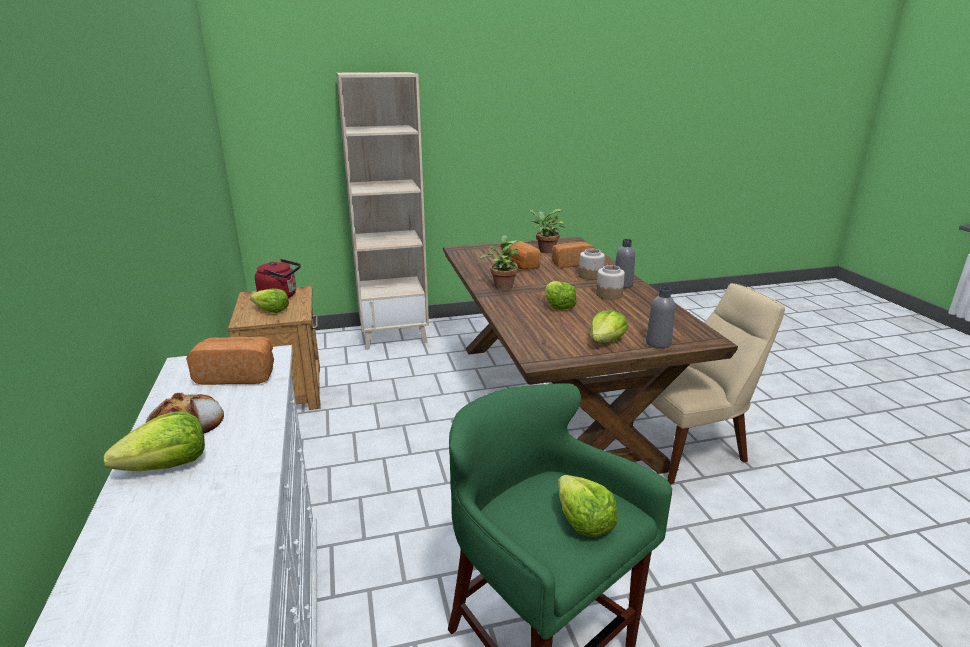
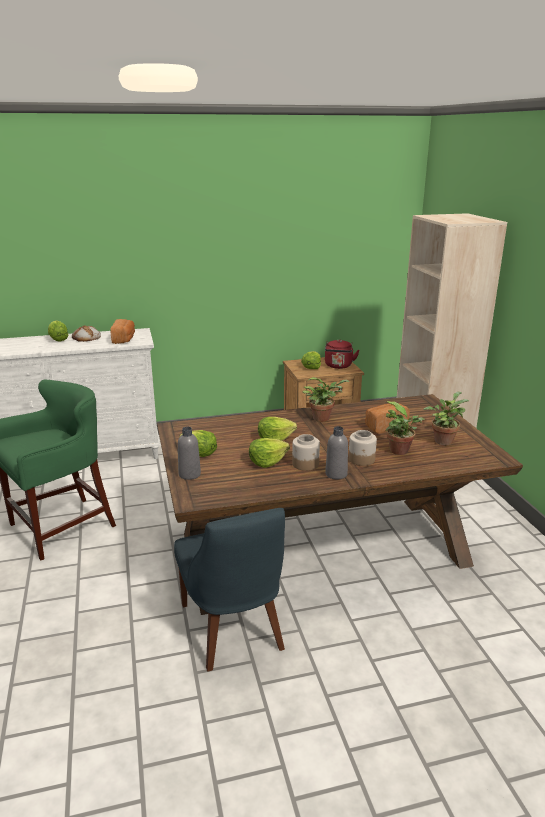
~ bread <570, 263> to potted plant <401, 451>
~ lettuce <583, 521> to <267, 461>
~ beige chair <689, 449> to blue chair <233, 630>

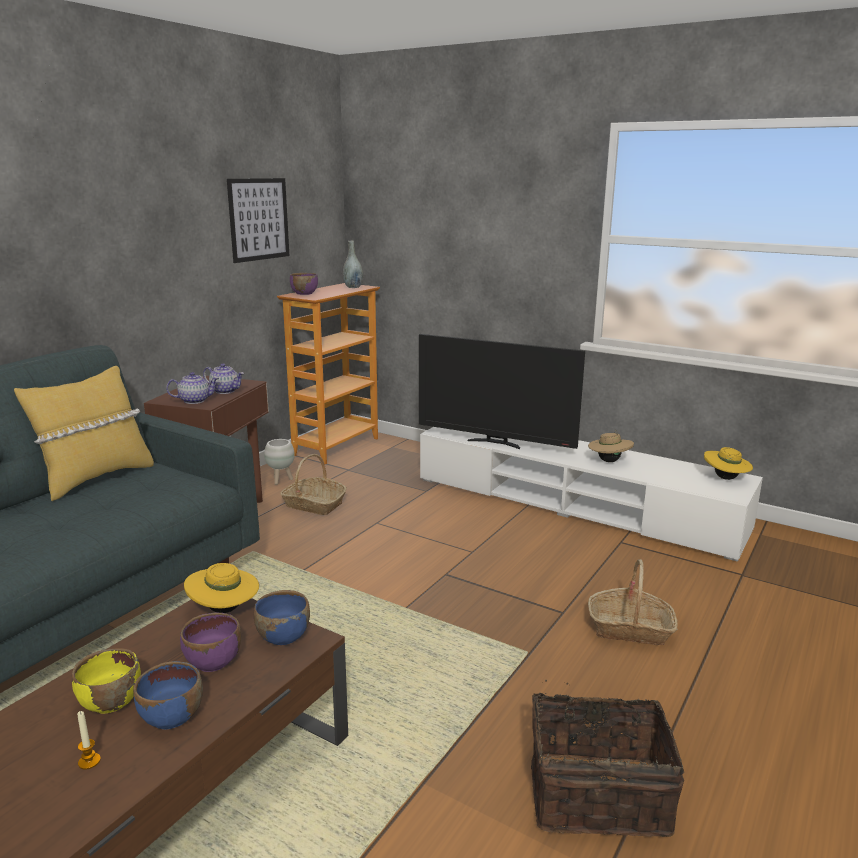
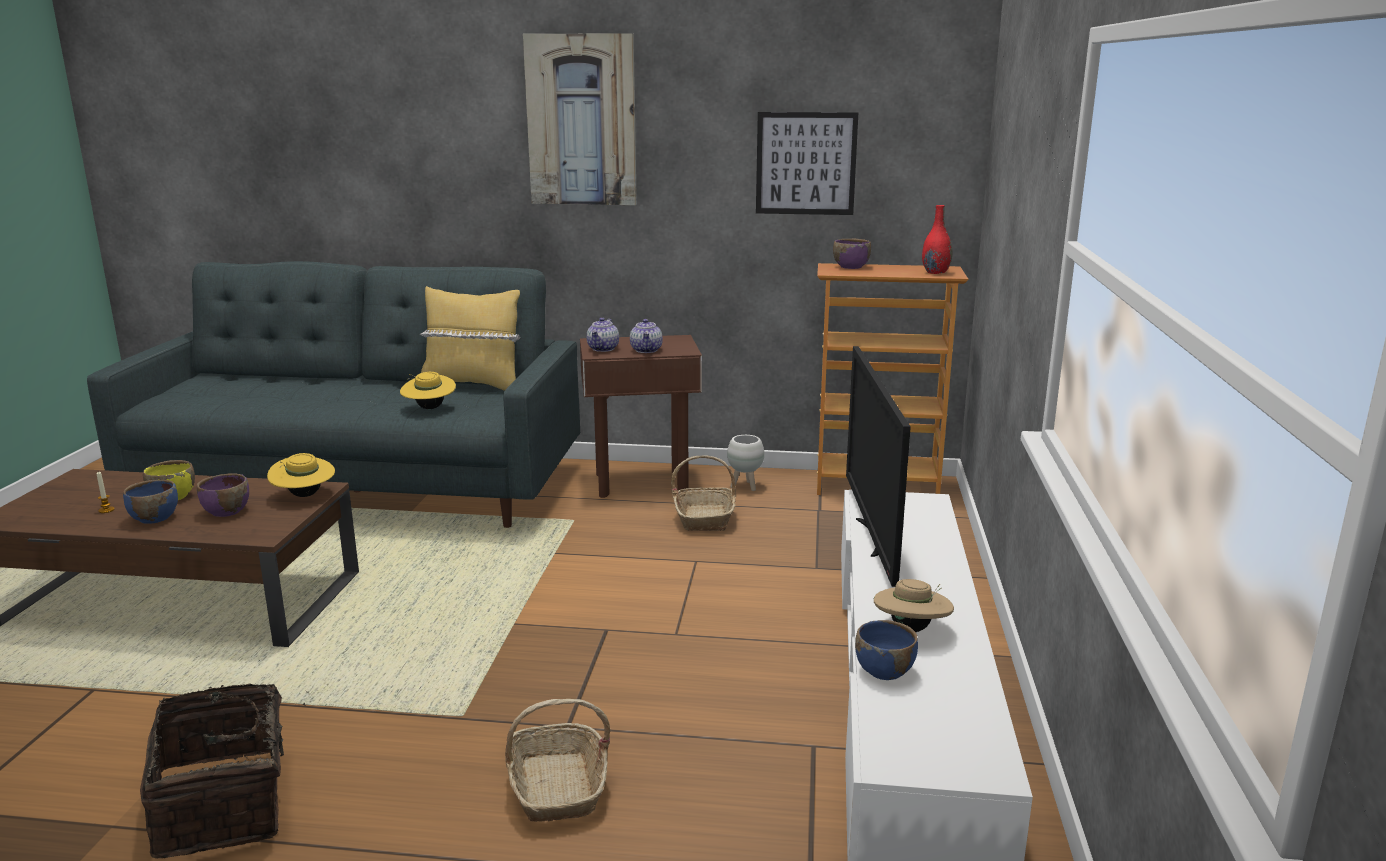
~ teapot <195, 400> = <603, 349> 60 degrees clockwise
~ blue bowl <283, 636> to <884, 670>
~ grey vase <353, 287> to red vase <935, 272>
~ yellow hat <725, 478> to <429, 408>
+ picture <581, 120>

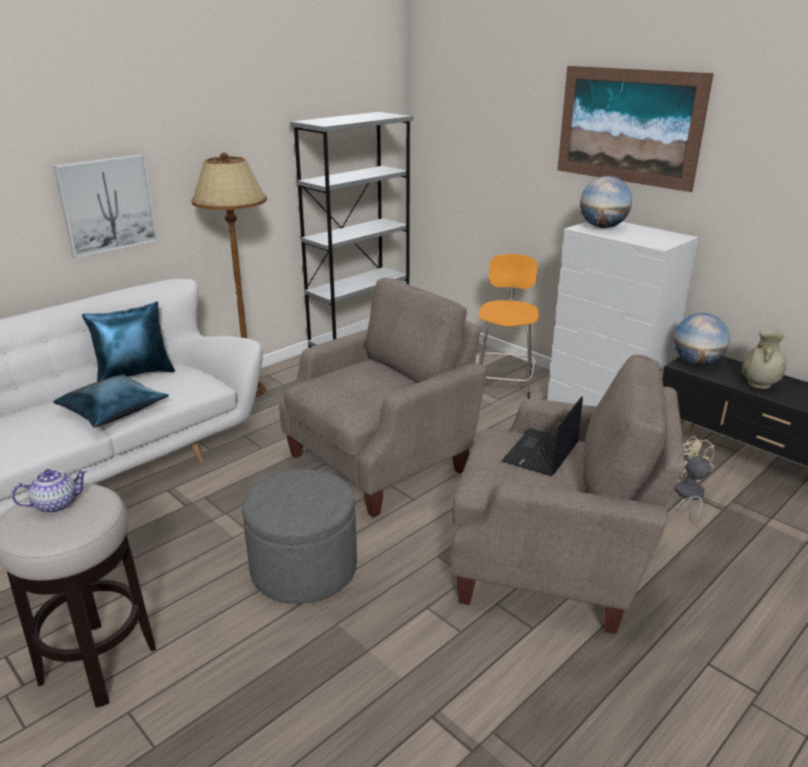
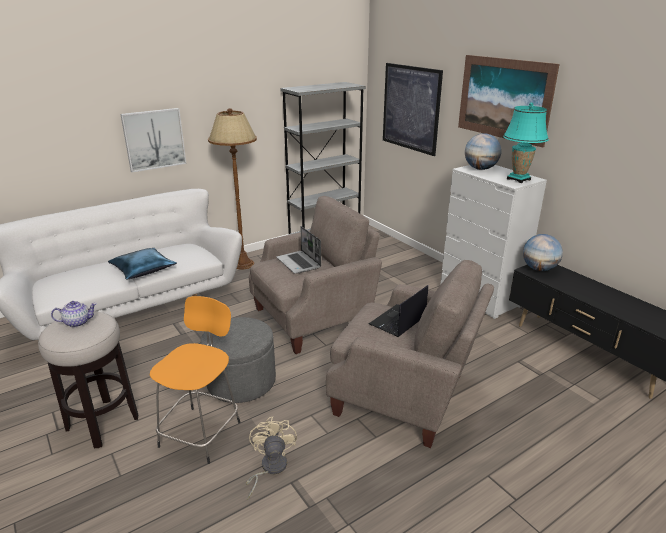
- blue pillow <135, 375>
~ orange stool <504, 383> to <202, 432>
~ beige fan <687, 495> to <269, 468>
- beige vase <759, 384>
+ laptop <299, 263>
+ picture <411, 108>
+ turquoise table lamp <518, 179>

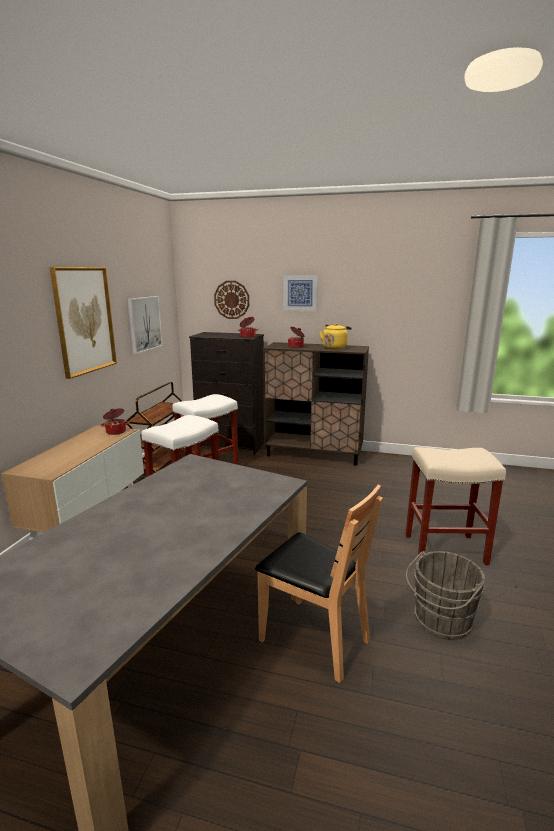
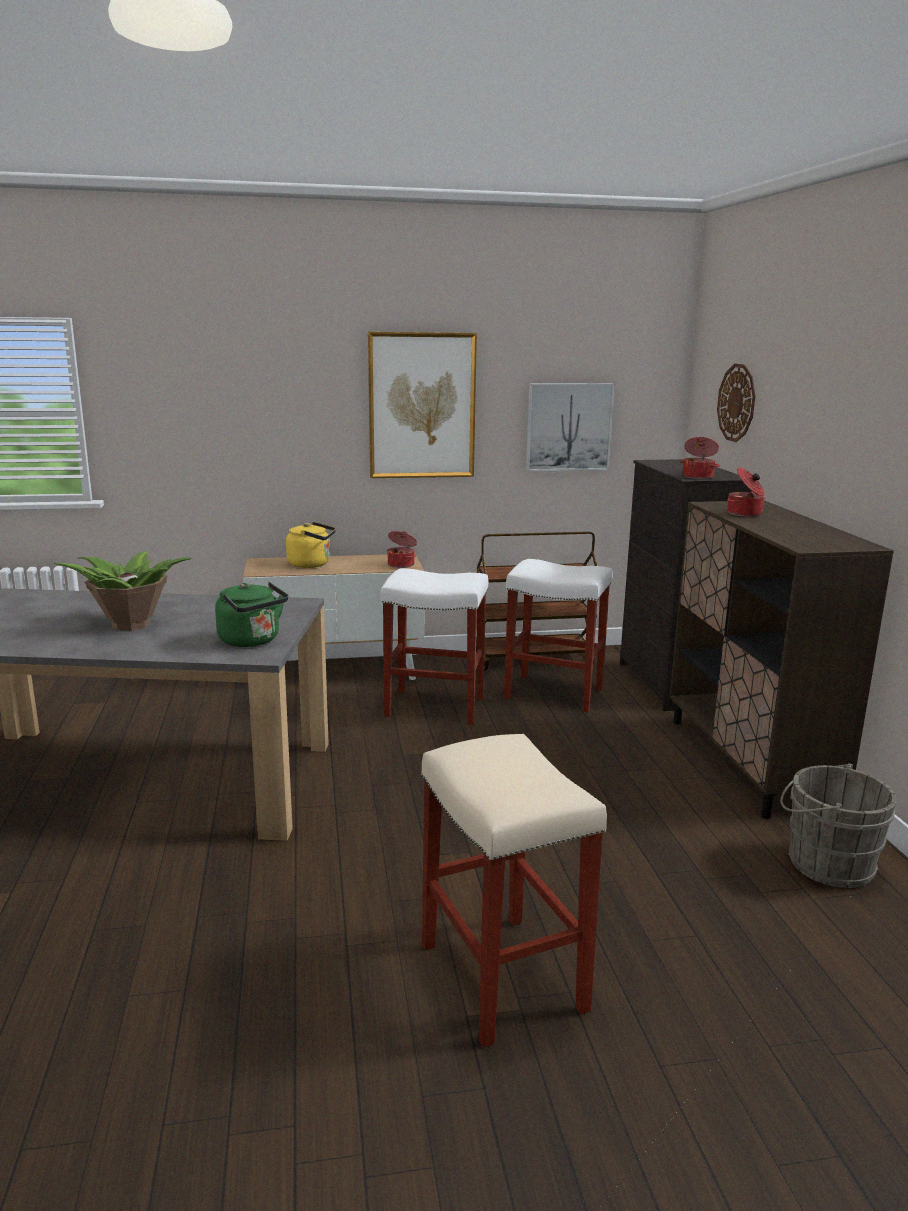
- brown chair <314, 638>
- picture <300, 292>
~ yellow kettle <335, 347> to <312, 564>
~ grey bucket <440, 621> to <825, 862>
+ potted plant <129, 624>
+ green kettle <252, 641>

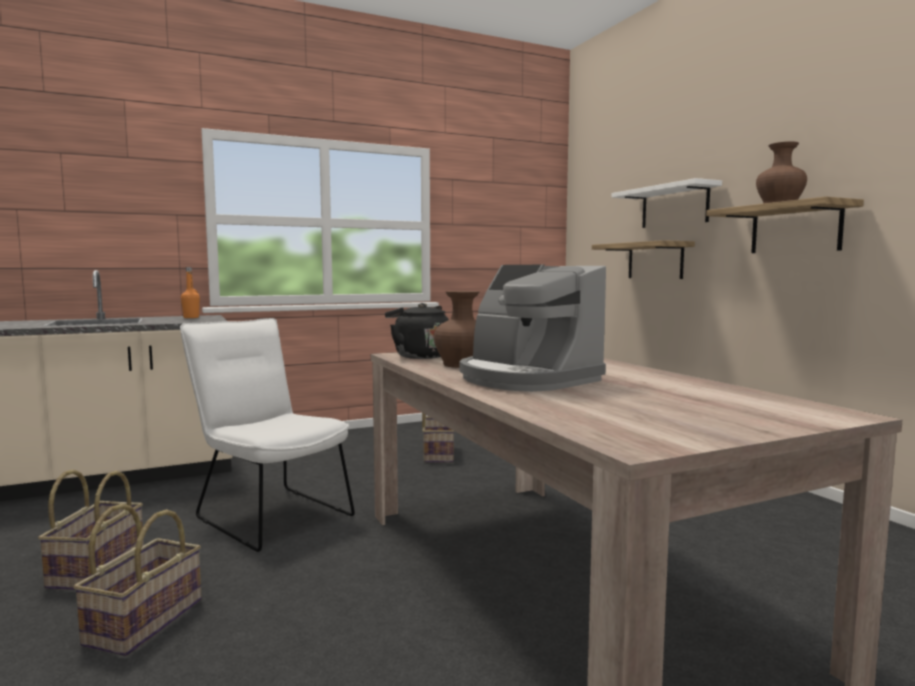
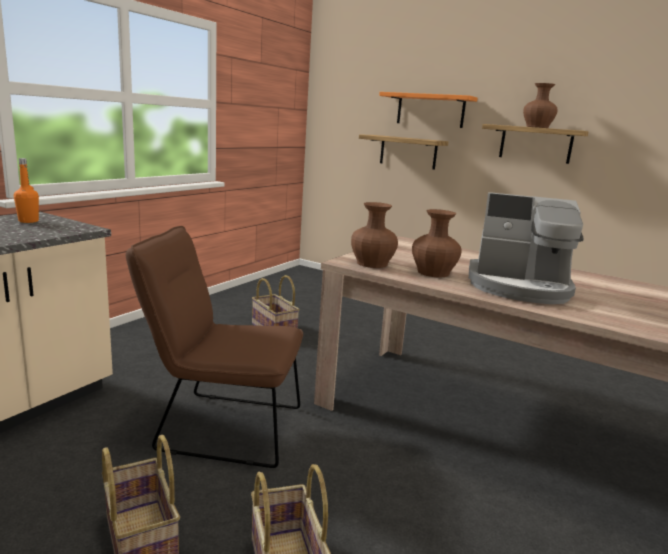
~ white chair <269, 514> to brown chair <221, 426>
~ black kettle <419, 356> to brown vase <371, 263>
~ white shelf <674, 206> to orange shelf <430, 110>

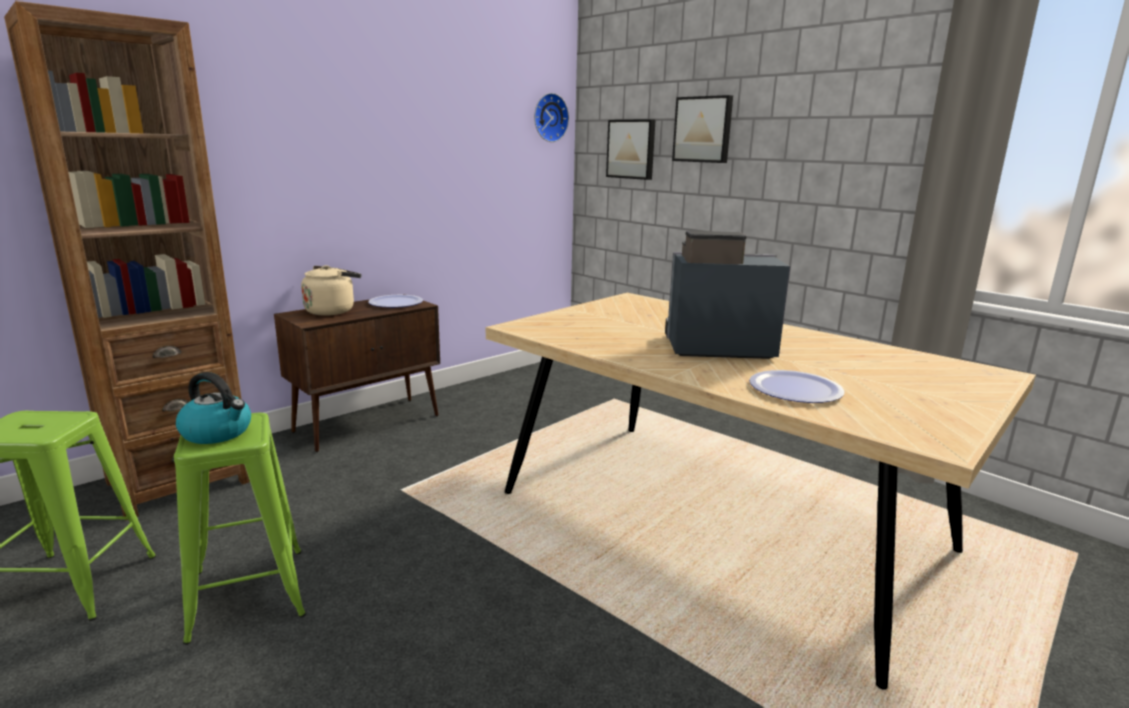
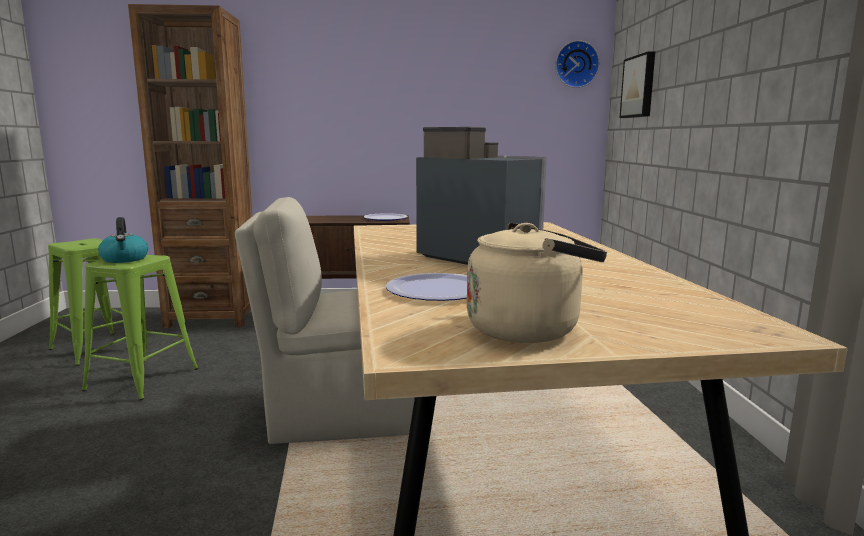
~ beige kettle <332, 311> to <529, 329>
- picture <703, 129>
+ beige chair <340, 413>

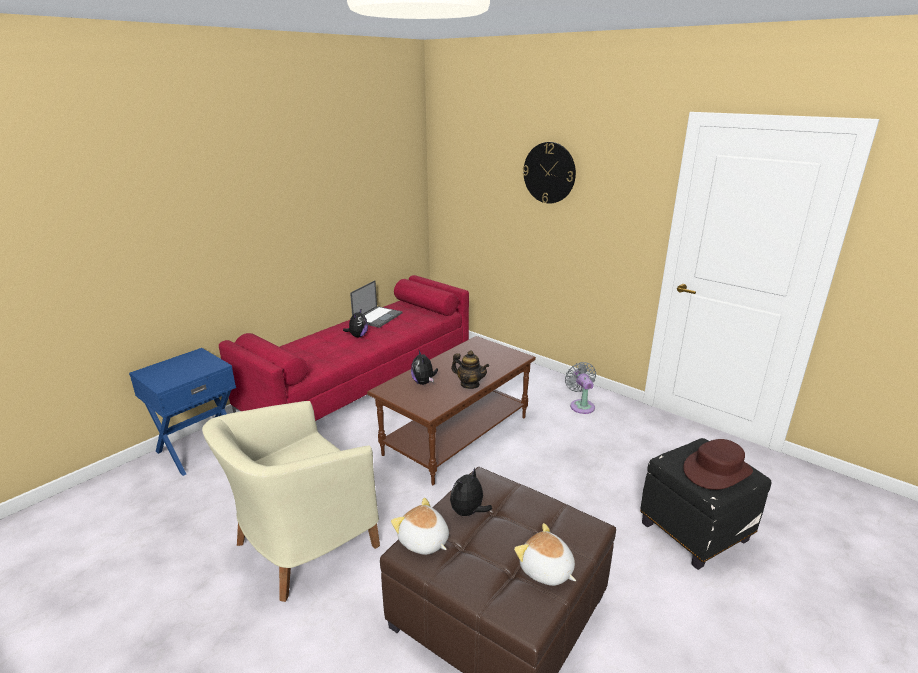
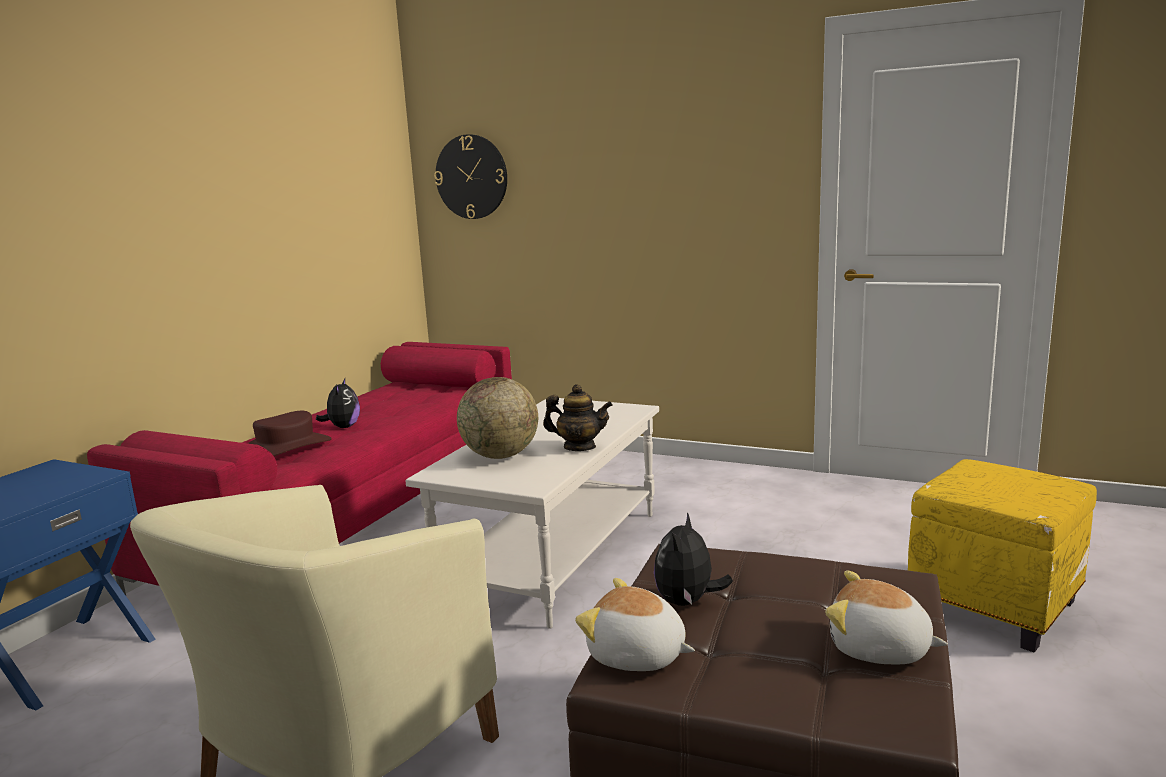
- laptop <378, 317>
~ brown coffee table <456, 434> to white coffee table <553, 554>
~ plush toy <424, 382> to globe <500, 456>
~ wall clock <549, 173> to <471, 177>
- grey fan <581, 405>
~ black ottoman <694, 530> to yellow ottoman <993, 604>
~ brown hat <716, 470> to <286, 448>

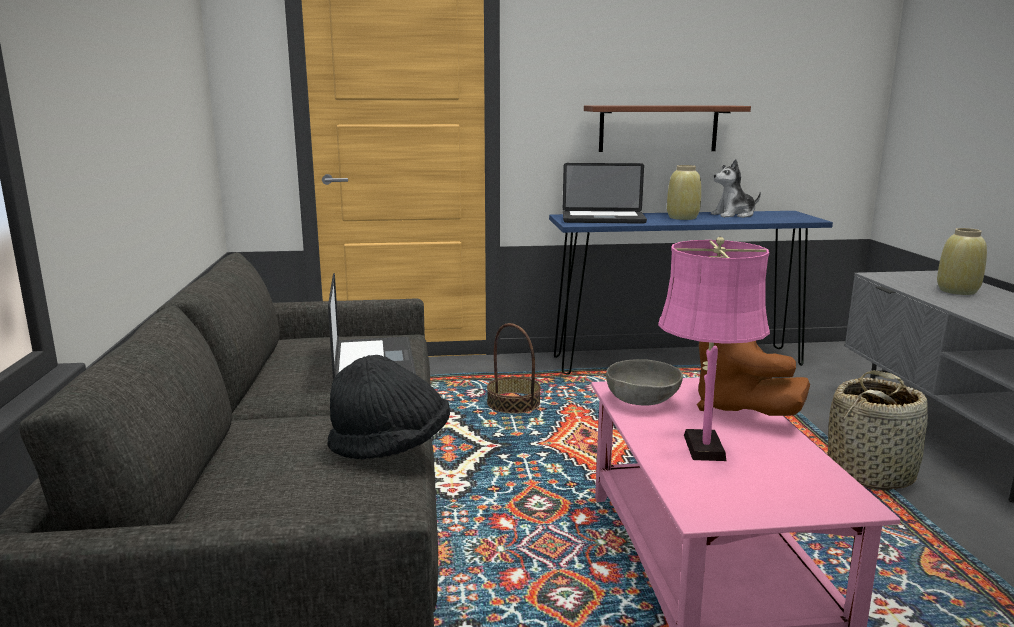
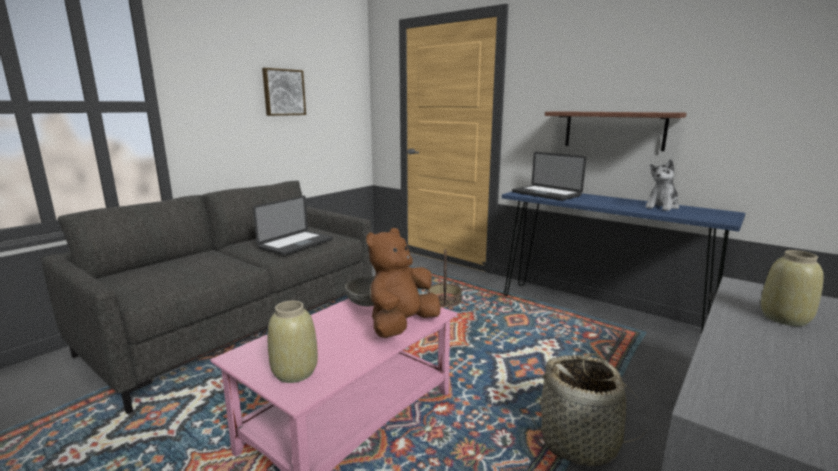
- black hat <391, 447>
- pink table lamp <703, 445>
~ beige vase <683, 218> to <295, 373>
~ plush toy <734, 215> = <662, 206> 75 degrees counterclockwise
+ picture <283, 92>

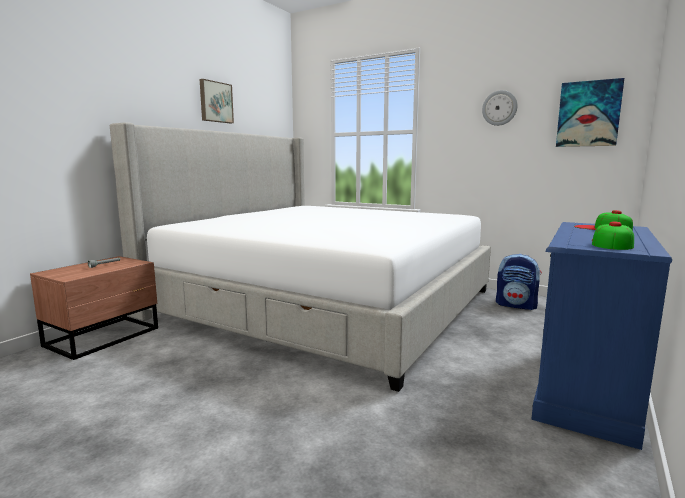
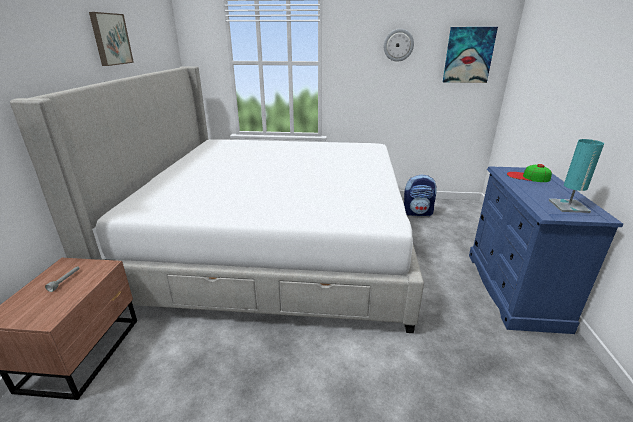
~ cap <611, 243> to turquoise table lamp <568, 206>

